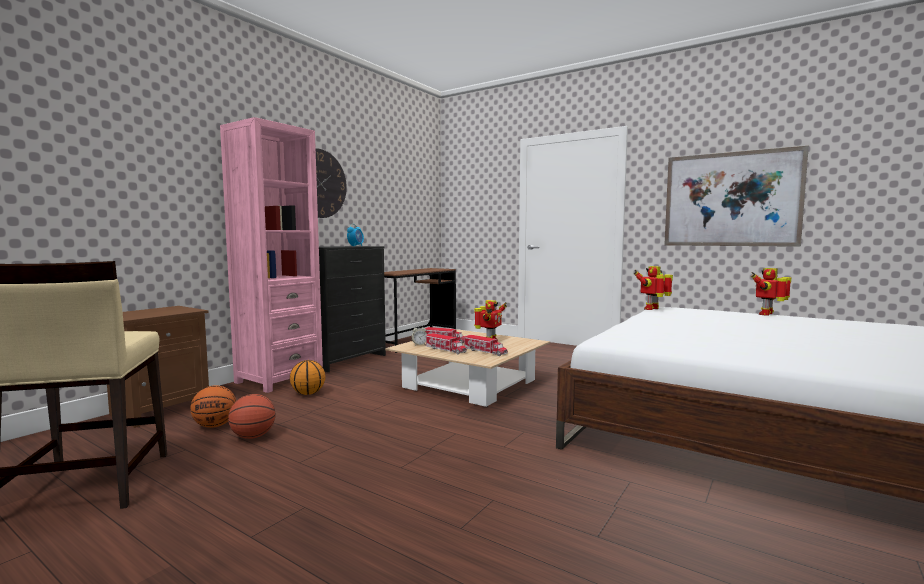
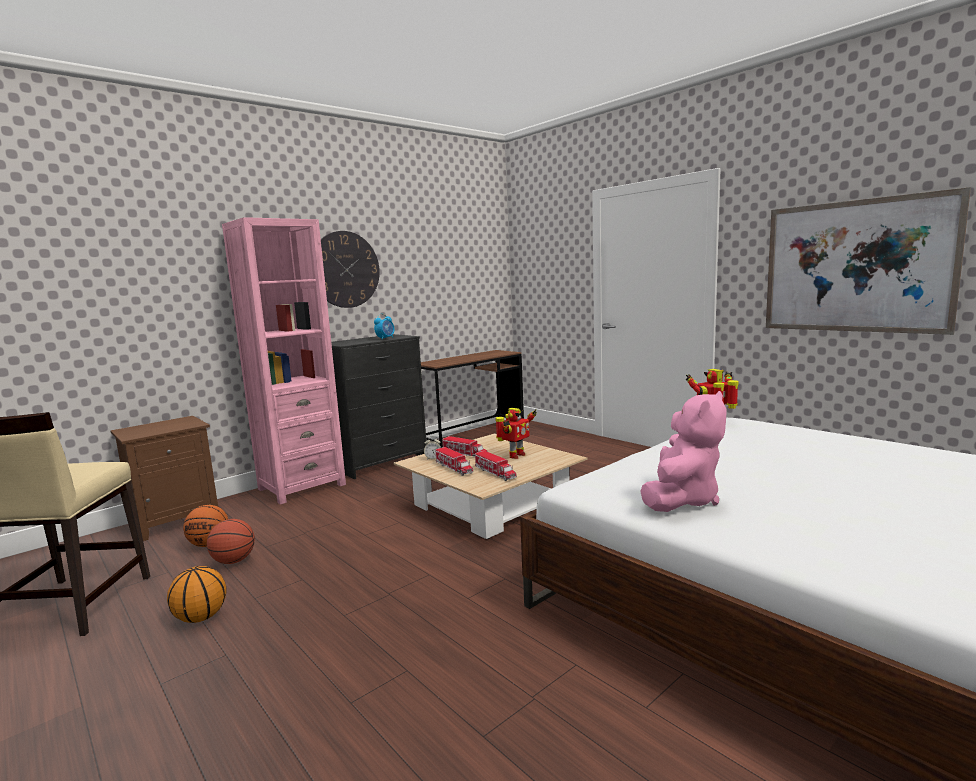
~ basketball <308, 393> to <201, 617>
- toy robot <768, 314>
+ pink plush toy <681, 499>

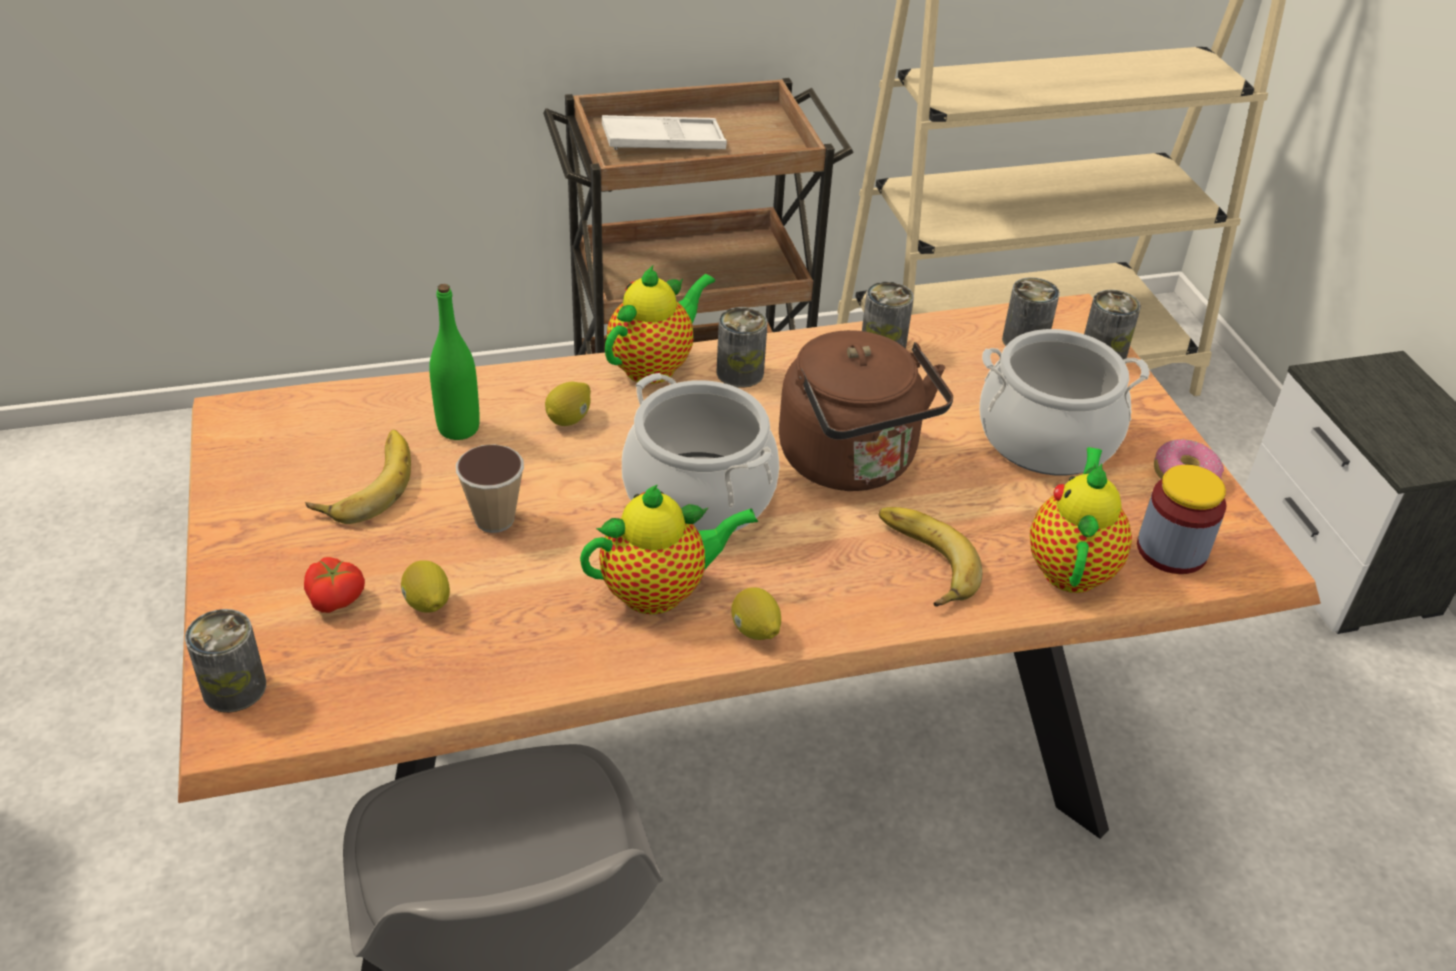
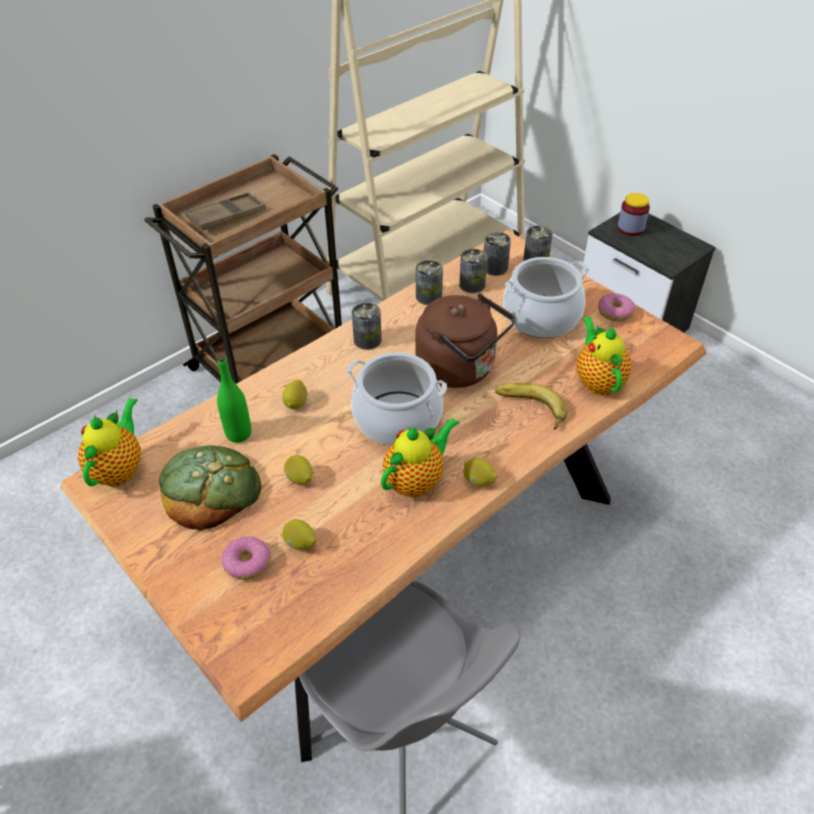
~ can <234, 688> to <472, 285>
~ tomato <337, 598> to donut <247, 563>
~ banana <364, 483> to bread <209, 489>
~ cup <494, 519> to lemon <299, 479>
~ white tray <663, 142> to brown tray <227, 216>
~ teapot <654, 365> to <119, 469>
~ jar <1171, 550> to <630, 228>

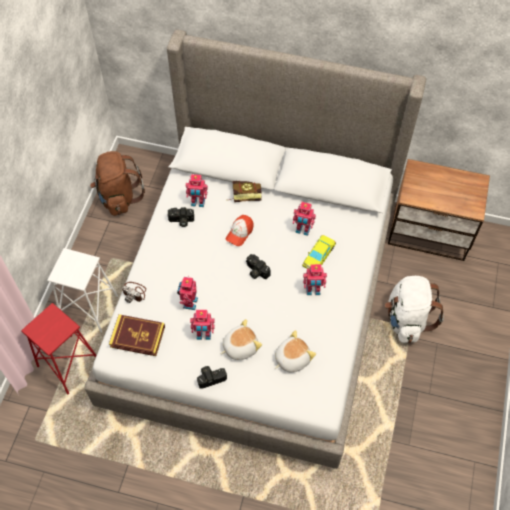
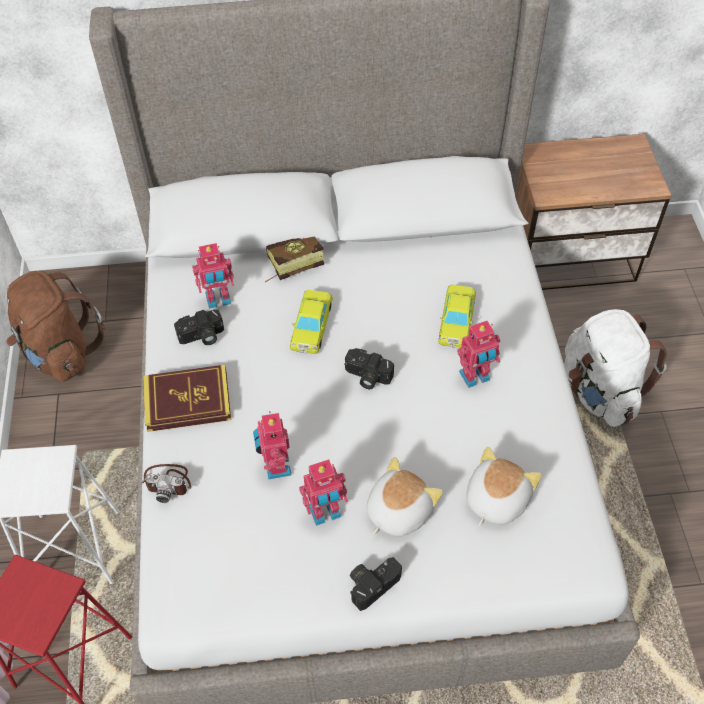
~ book <137, 336> to <187, 401>
~ cap <240, 233> to yellow toy car <311, 325>
- toy robot <302, 230>

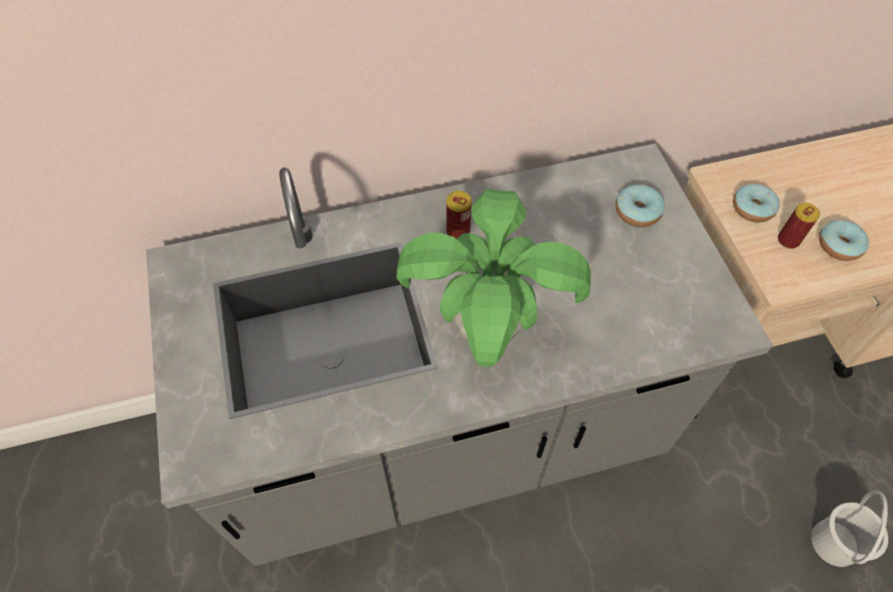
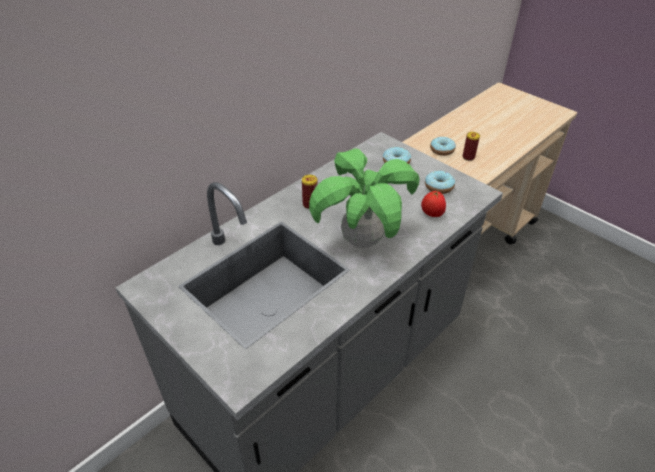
- white bucket <835, 543>
~ donut <839, 245> to <439, 187>
+ tomato <432, 214>

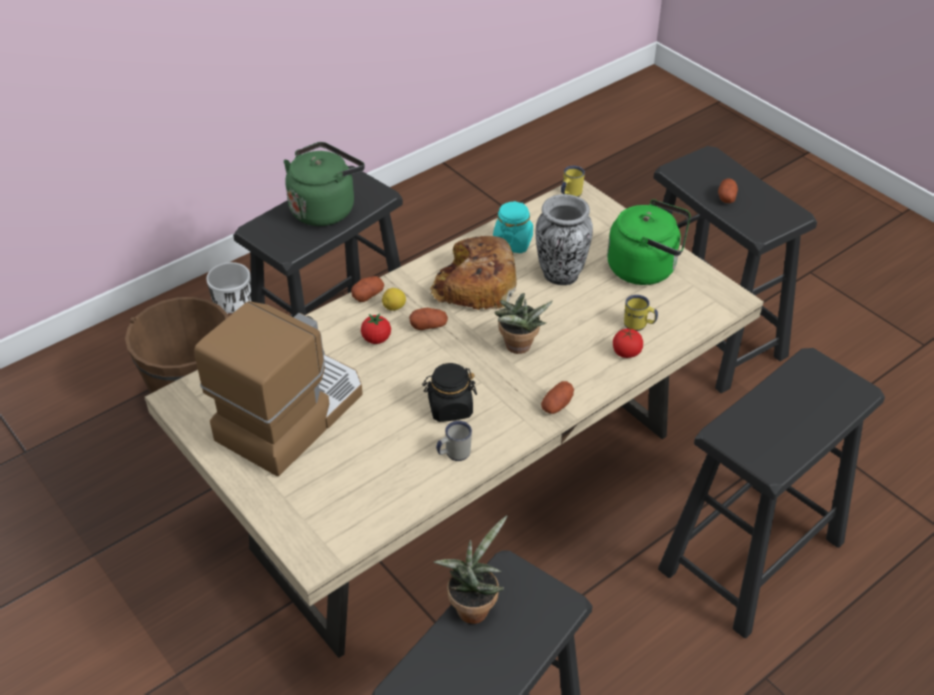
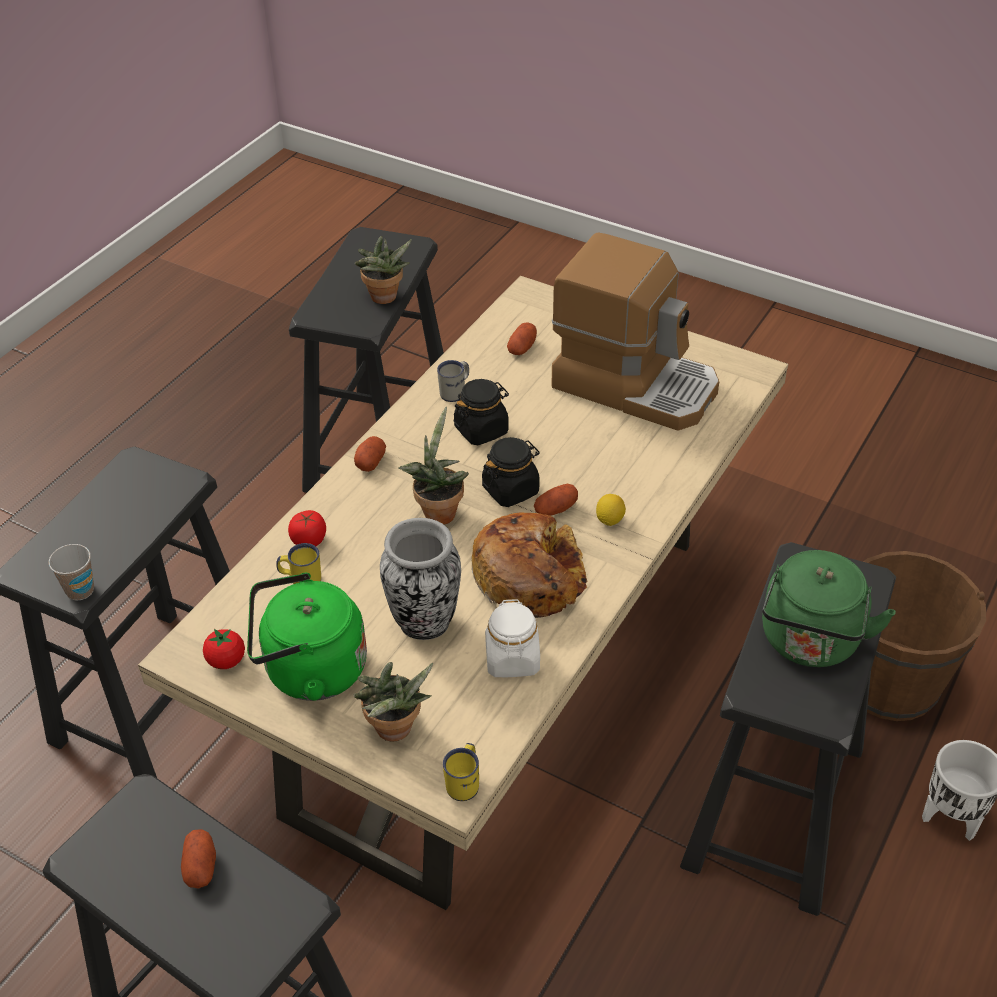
~ coffee machine <290, 414> = <635, 384> 75 degrees counterclockwise
~ potato <368, 295> to <522, 348>
~ tomato <376, 339> to <226, 661>
~ turquoise jar <512, 242> to white jar <512, 659>
+ cup <80, 590>
+ potted plant <395, 732>
+ black jar <511, 490>

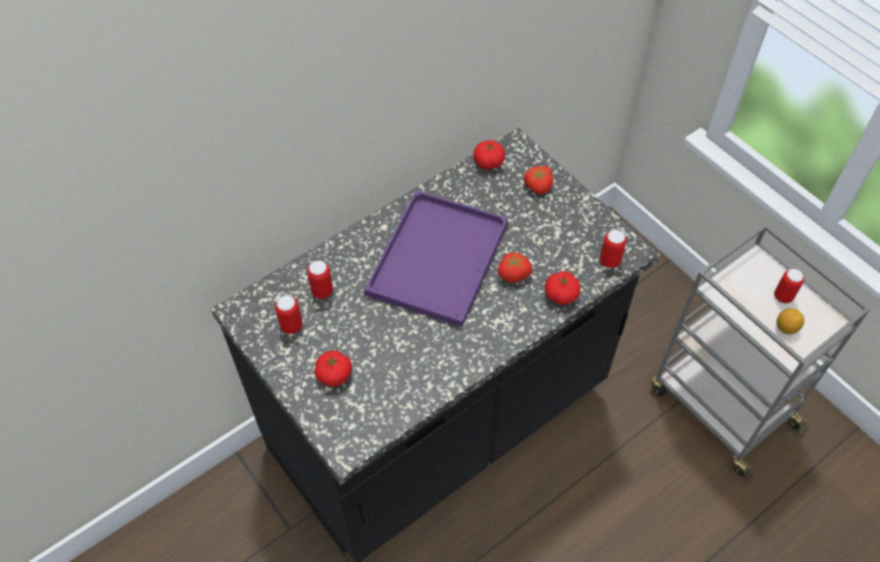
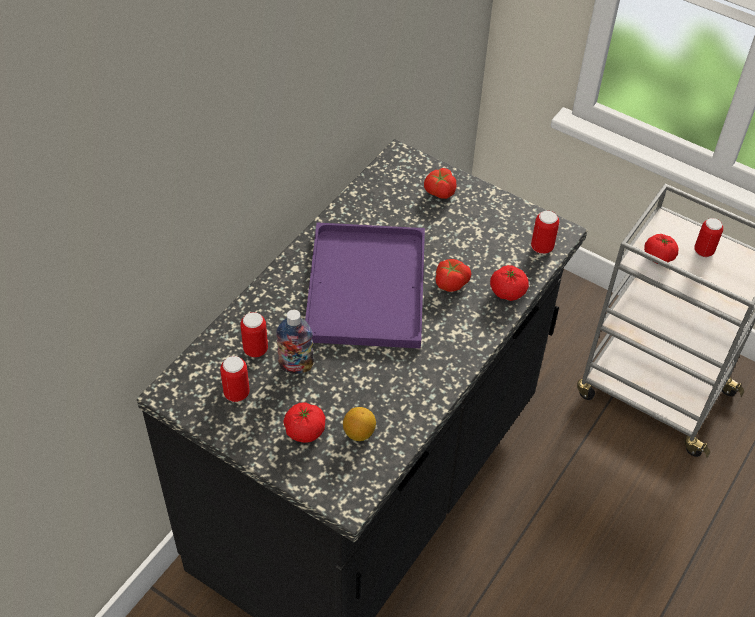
~ tomato <488, 162> to <658, 257>
~ lemon <786, 328> to <359, 433>
+ bottle <296, 366>

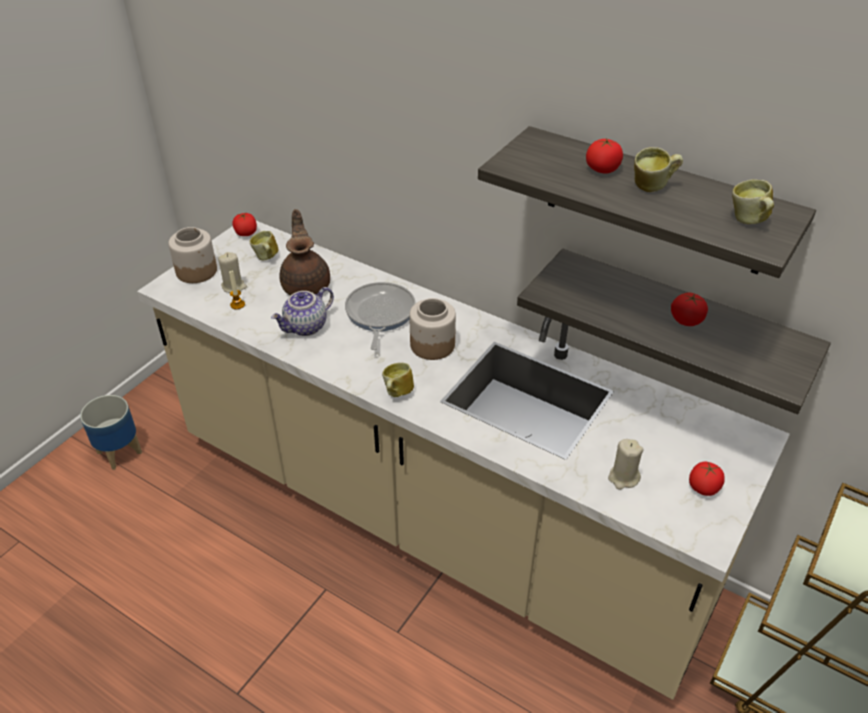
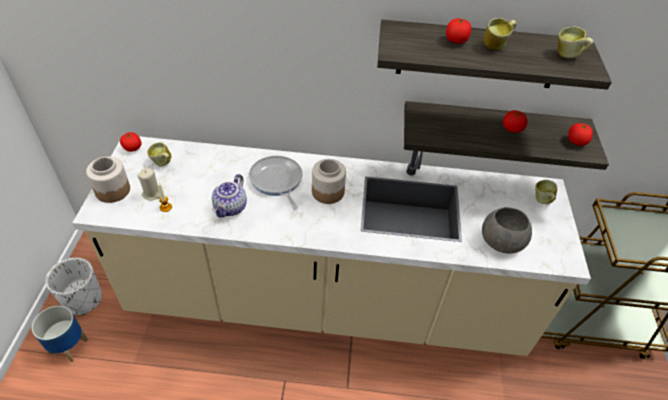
- brown teapot <306, 285>
~ mug <396, 393> to <542, 201>
~ beige candle <623, 478> to grey bowl <500, 241>
~ tomato <703, 488> to <576, 142>
+ white planter <83, 299>

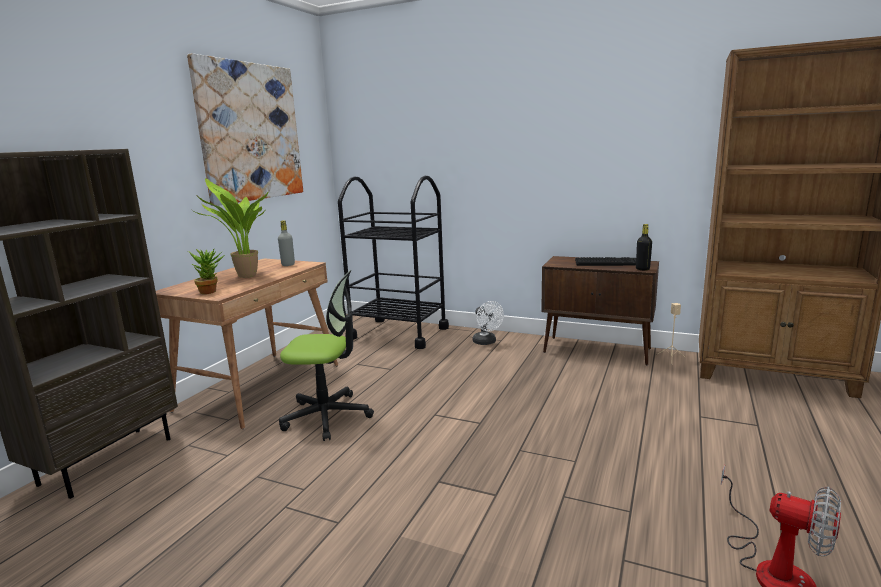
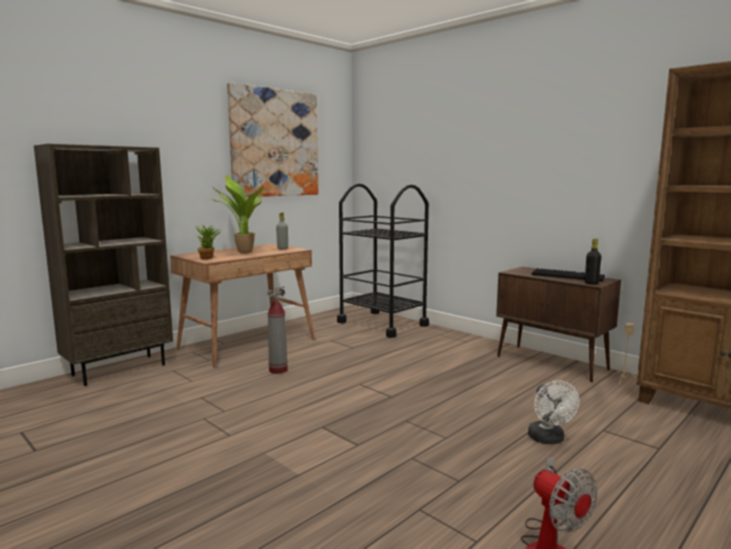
~ office chair <327, 416> to fire extinguisher <278, 370>
~ white fan <486, 342> to <548, 440>

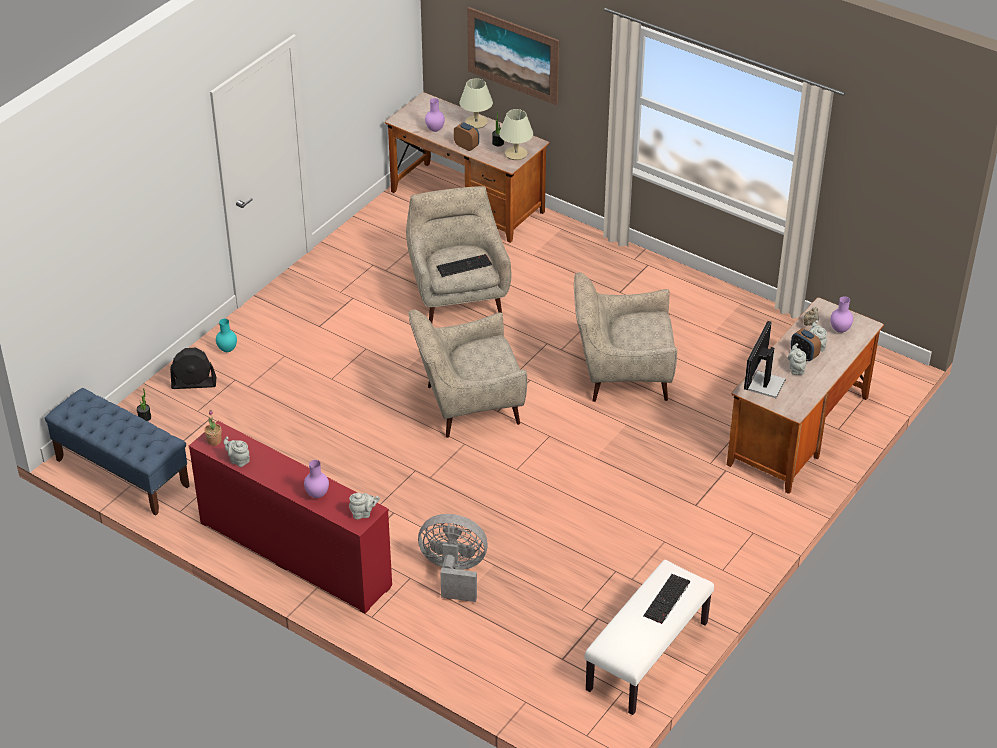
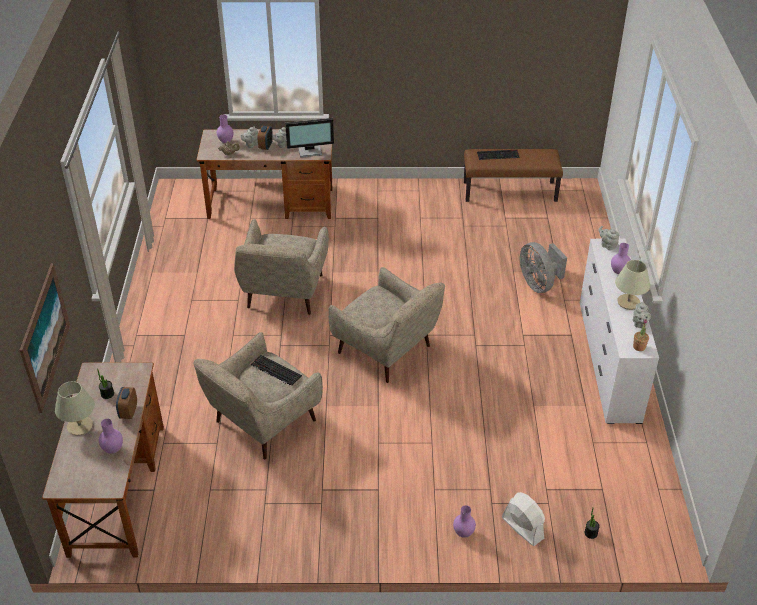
- blue bench <122, 473>
~ black fan <194, 383> to white fan <522, 528>
~ red dresser <295, 553> to white dresser <608, 360>
~ turquoise vase <227, 349> to purple vase <463, 534>
~ beige table lamp <516, 154> to <628, 302>
~ beige armchair <621, 375> = <283, 294> 45 degrees clockwise
~ white bench <648, 657> to brown bench <510, 191>

